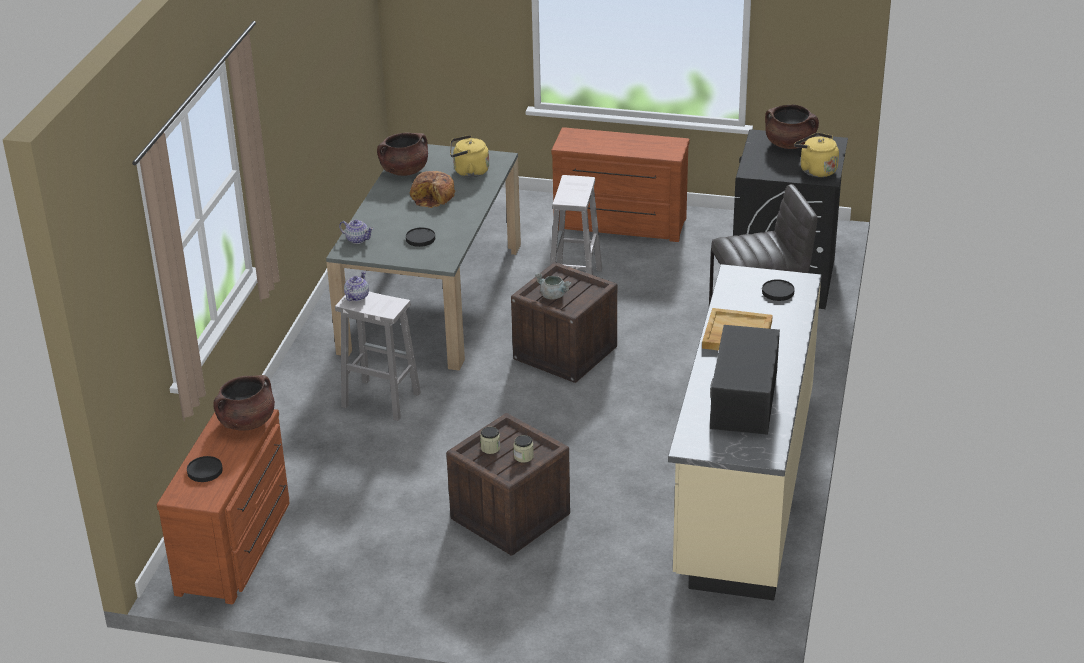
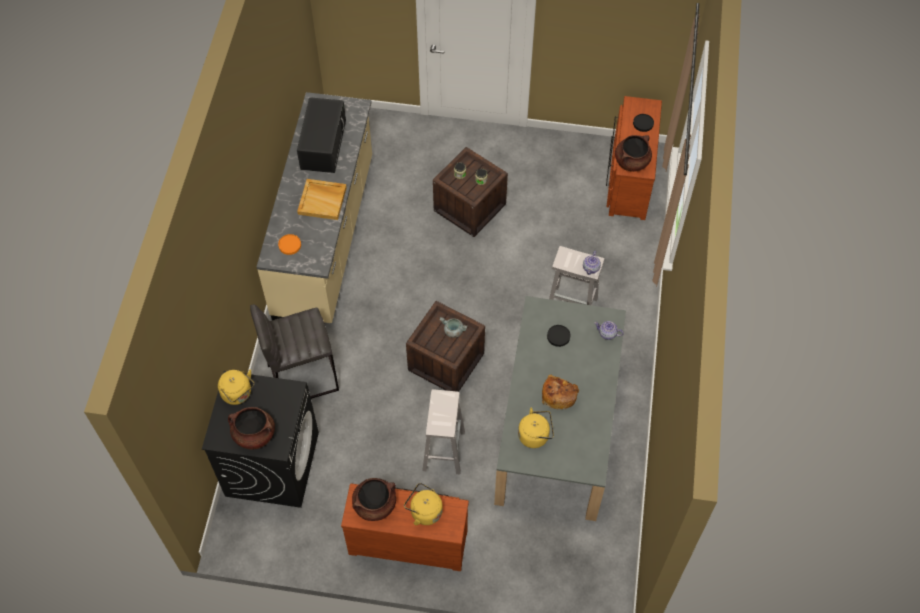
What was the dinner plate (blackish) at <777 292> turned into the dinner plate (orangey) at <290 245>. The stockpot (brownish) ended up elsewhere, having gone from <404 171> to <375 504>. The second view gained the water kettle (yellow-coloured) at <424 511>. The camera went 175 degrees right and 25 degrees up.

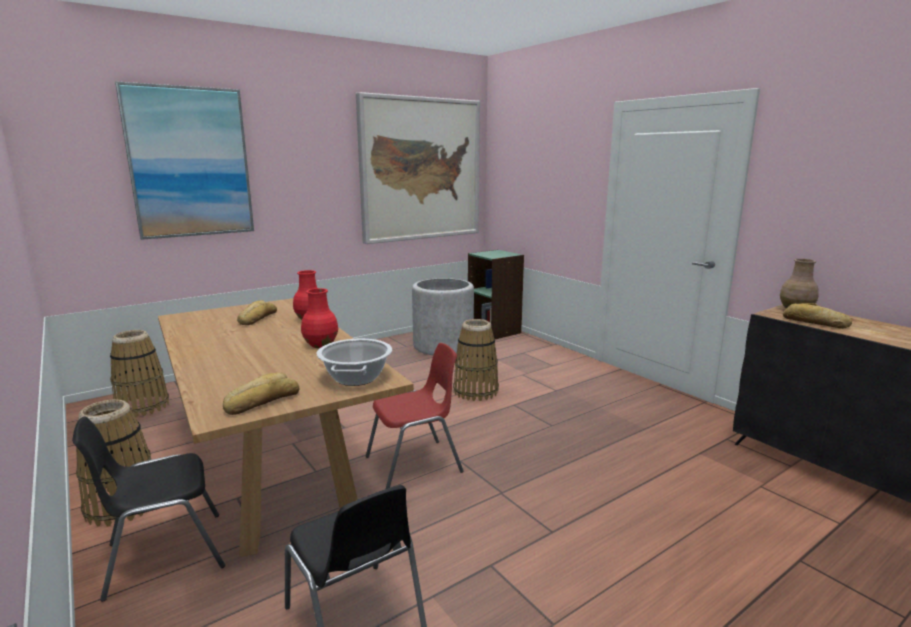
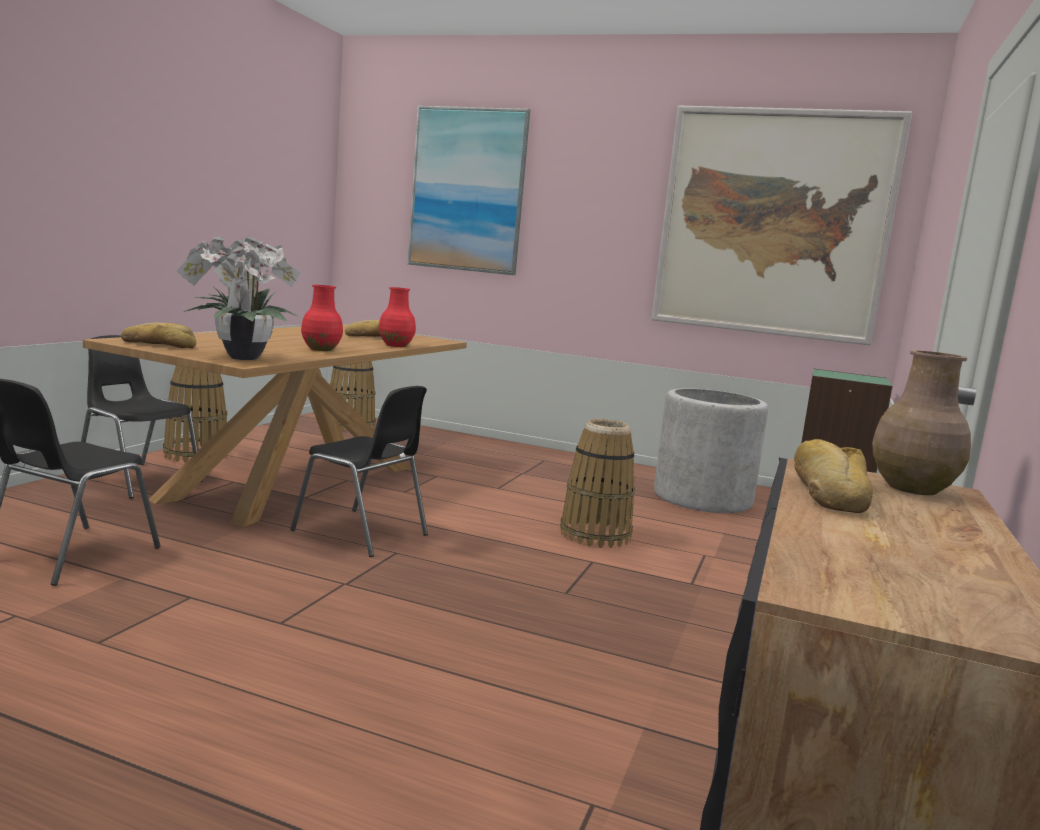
Where the stockpot stood at <356 378>, the potted plant came to stand at <239 357>. What was the upright chair (red) at <415 465> turned into the upright chair (blackish) at <362 533>. The camera went 55 degrees right and 5 degrees down.

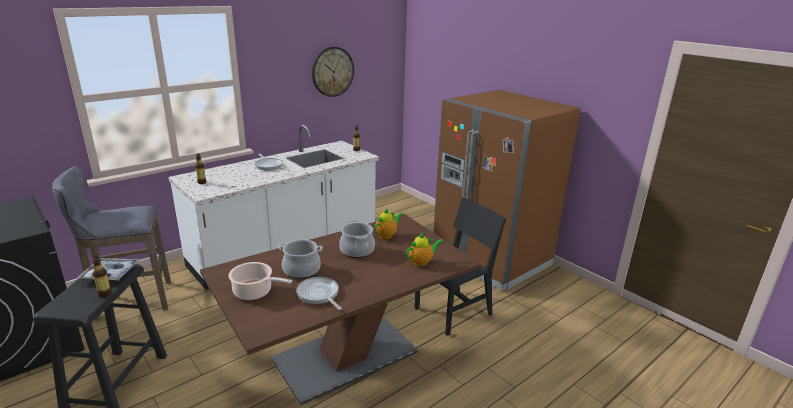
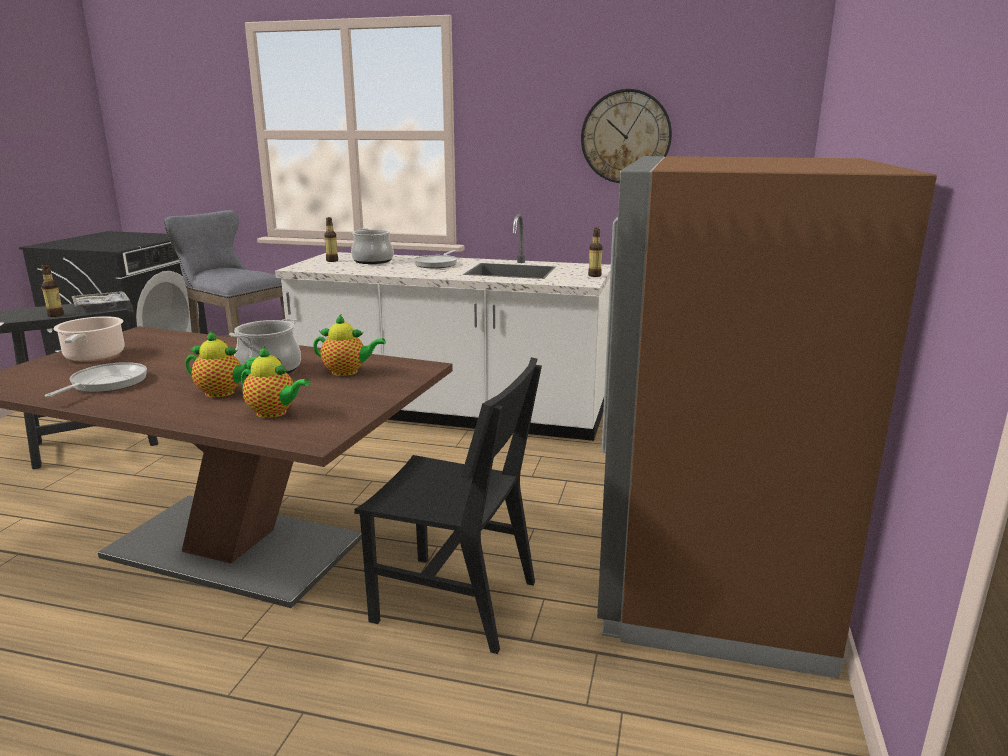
The second view gained the pot for tea at <223 393>. The stockpot ended up elsewhere, having gone from <301 270> to <373 261>. The camera went 55 degrees right and 5 degrees down.

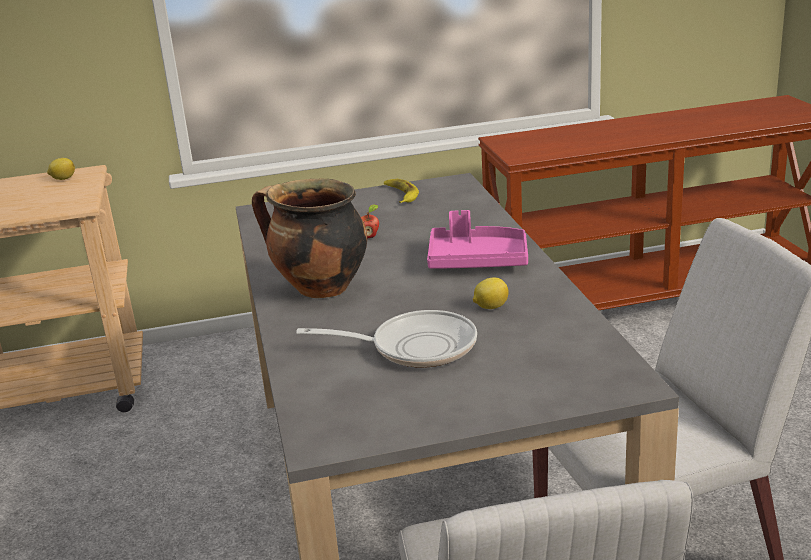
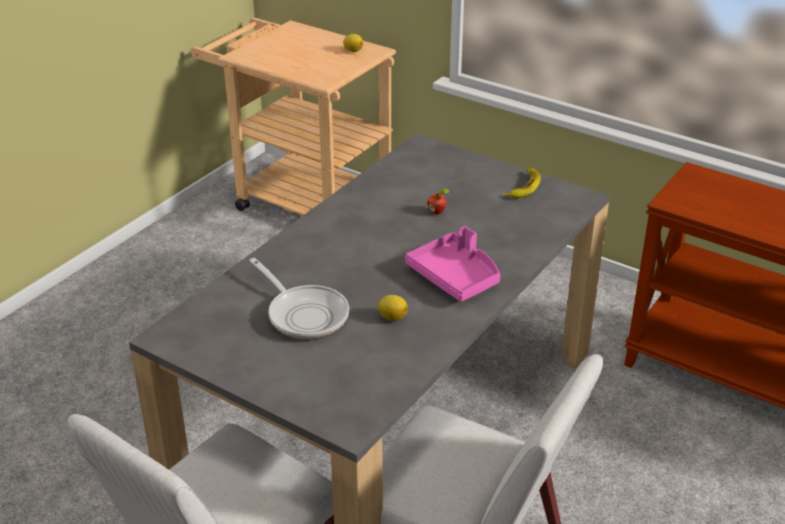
The second view lost the stockpot at <319 289>. The camera went 45 degrees right and 10 degrees up.

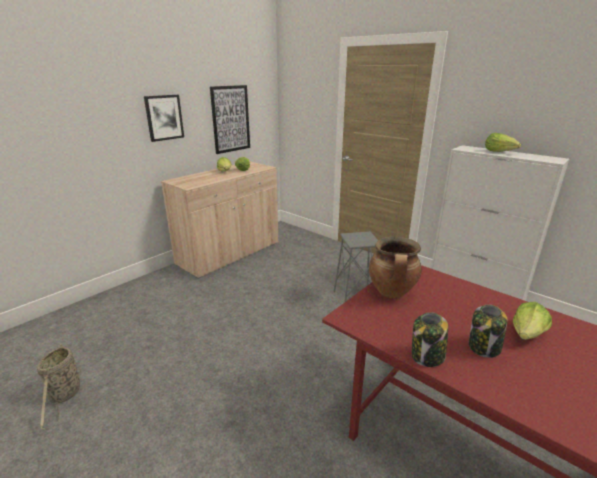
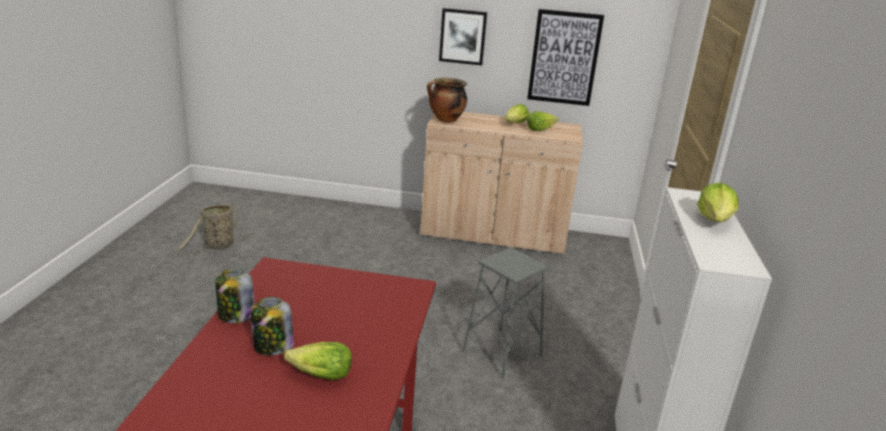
The stockpot ended up elsewhere, having gone from <392 293> to <445 120>. The camera went 55 degrees right and 0 degrees up.

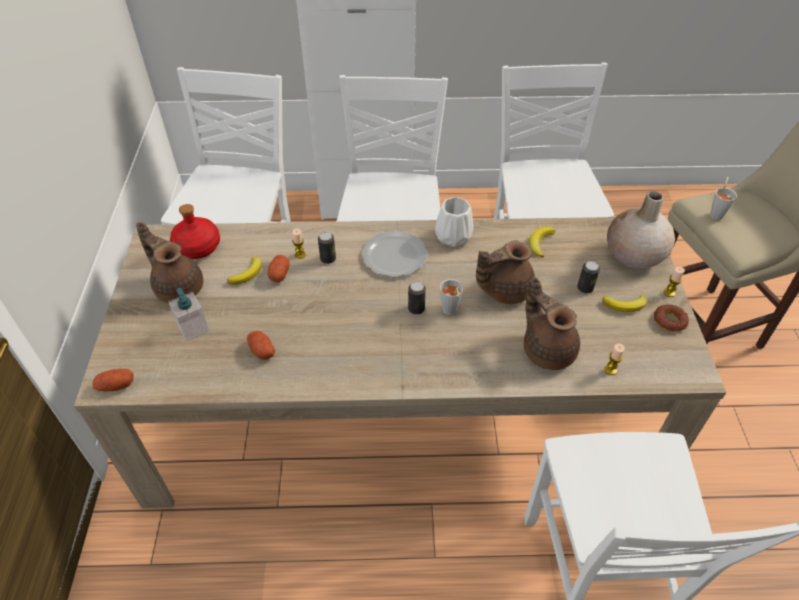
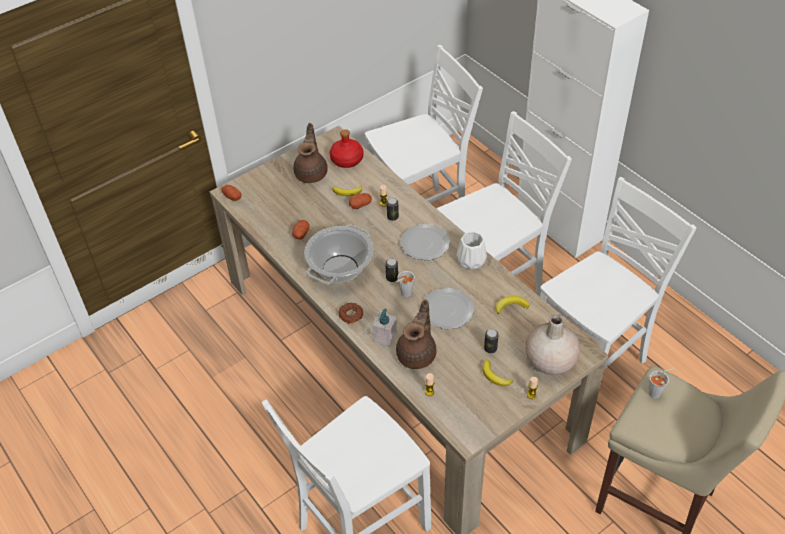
The second view gained the stockpot at <340 268>. The donut ended up elsewhere, having gone from <669 321> to <351 315>. The soap bottle ended up elsewhere, having gone from <193 328> to <385 337>. Where the pot for tea (brownish) stood at <503 290>, the dinner plate came to stand at <447 309>. The camera went 55 degrees right and 0 degrees up.

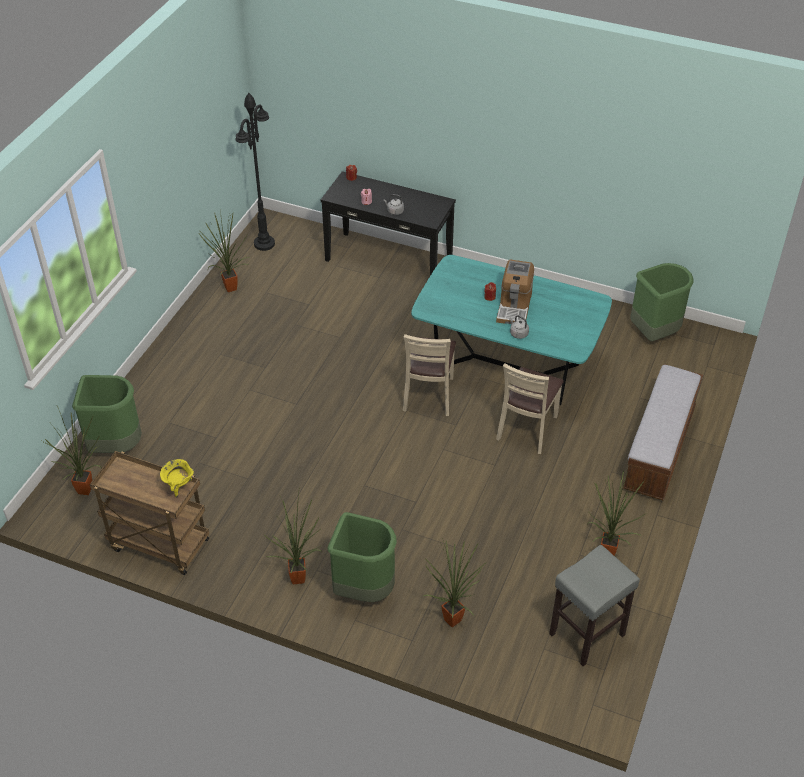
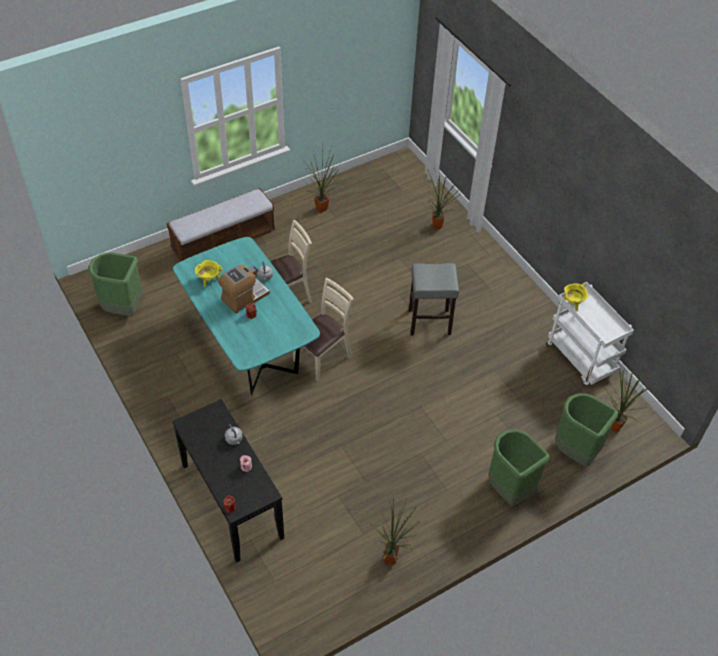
The second view gained the stockpot (yellow-coloured) at <209 280>. The stool (gray) ended up elsewhere, having gone from <586 635> to <430 322>. The rubbish bin (green) ended up elsewhere, having gone from <363 589> to <509 489>. What was the cart (brownish) at <158 545> turned into the cart (white-coloured) at <581 359>. The second view lost the floor lamp (blackish) at <264 243>. The second view lost the potted plant at <301 579>. The camera went 145 degrees left and 5 degrees up.

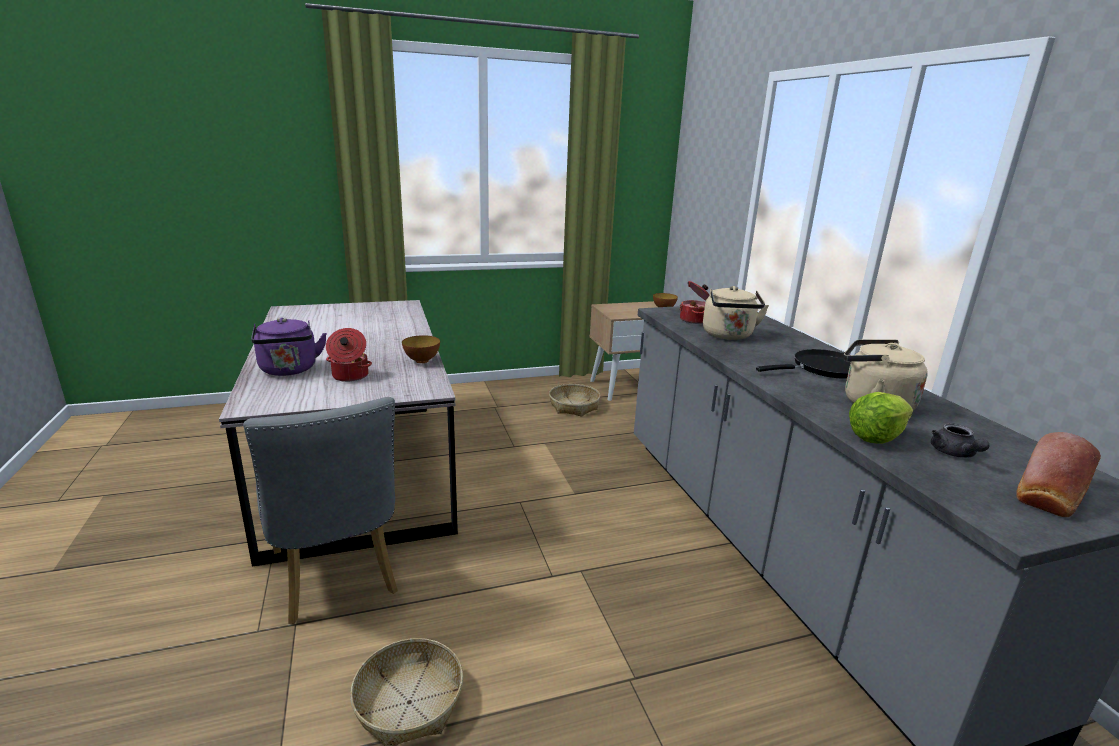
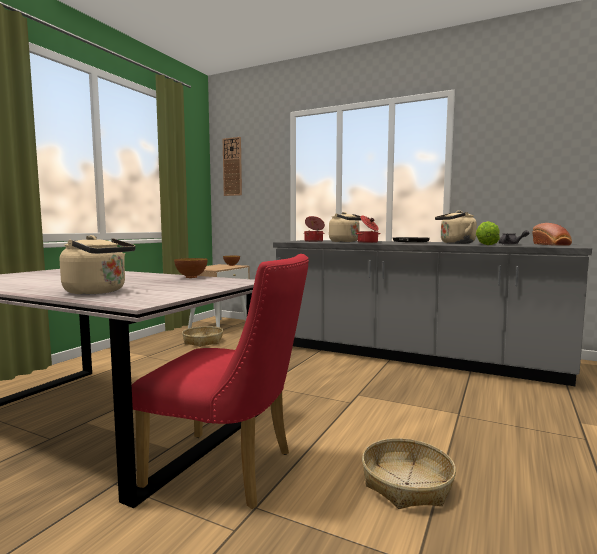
What was the water kettle (purplish) at <289 370> turned into the water kettle (sand-coloured) at <99 292>. What was the upright chair (gray) at <337 579> turned into the upright chair (red) at <230 471>. The second view gained the hanging clock at <232 167>. The stockpot ended up elsewhere, having gone from <349 376> to <368 242>. The camera went 45 degrees left and 15 degrees down.

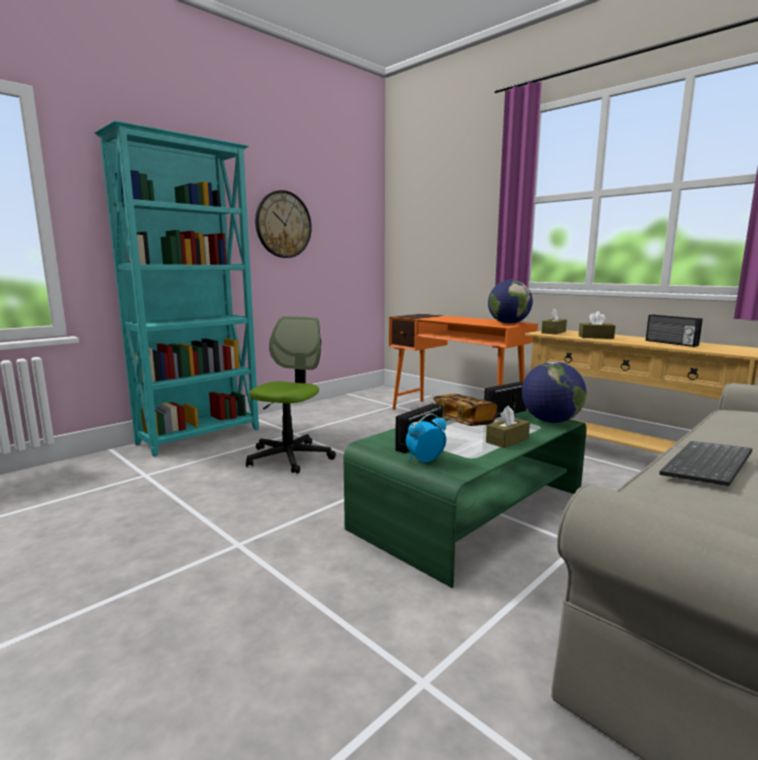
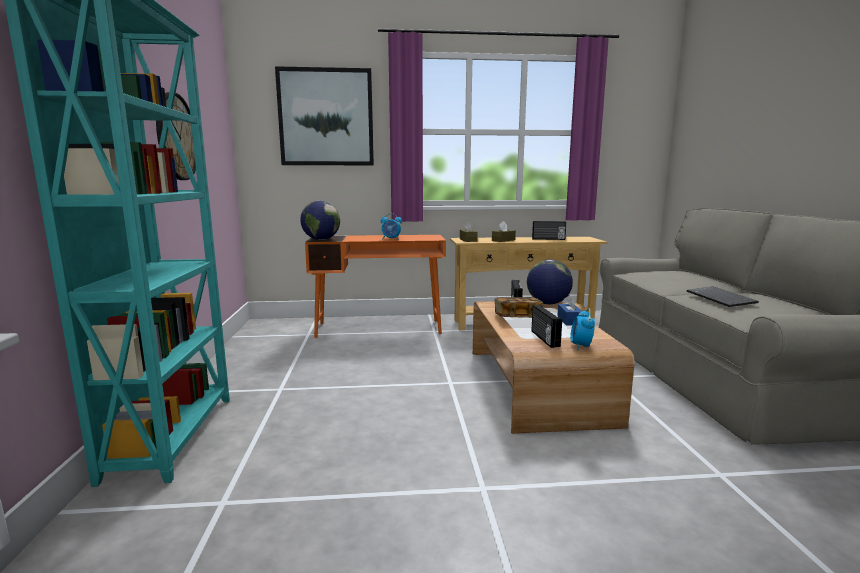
The second view gained the picture at <326 117>. The globe ended up elsewhere, having gone from <508 323> to <321 239>. The second view gained the alarm clock at <391 239>. What was the lounge table (green) at <471 510> turned into the lounge table (brownish) at <536 384>. What was the box of tissues (brownish) at <507 440> turned into the box of tissues (blue) at <569 320>. The second view lost the desk chair at <289 457>. The camera went 50 degrees left and 0 degrees up.

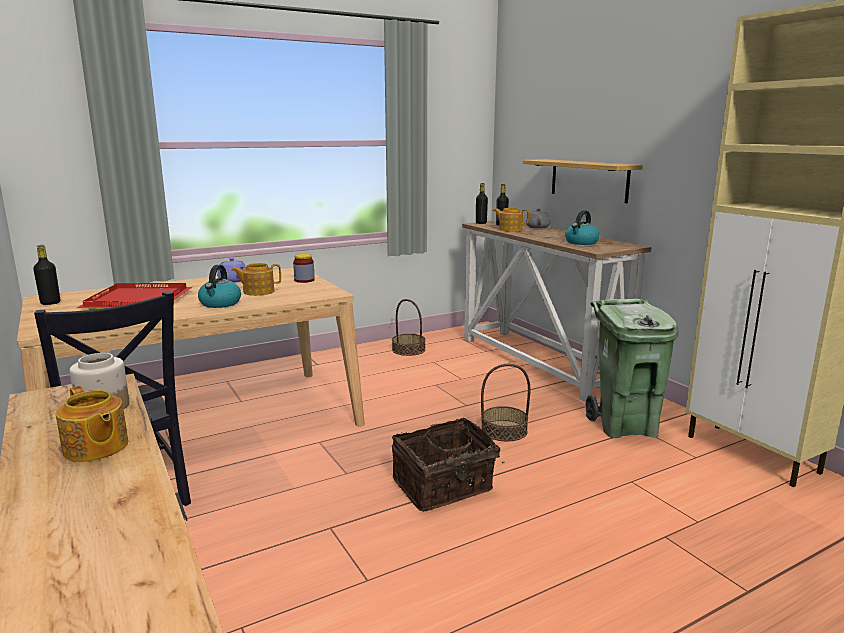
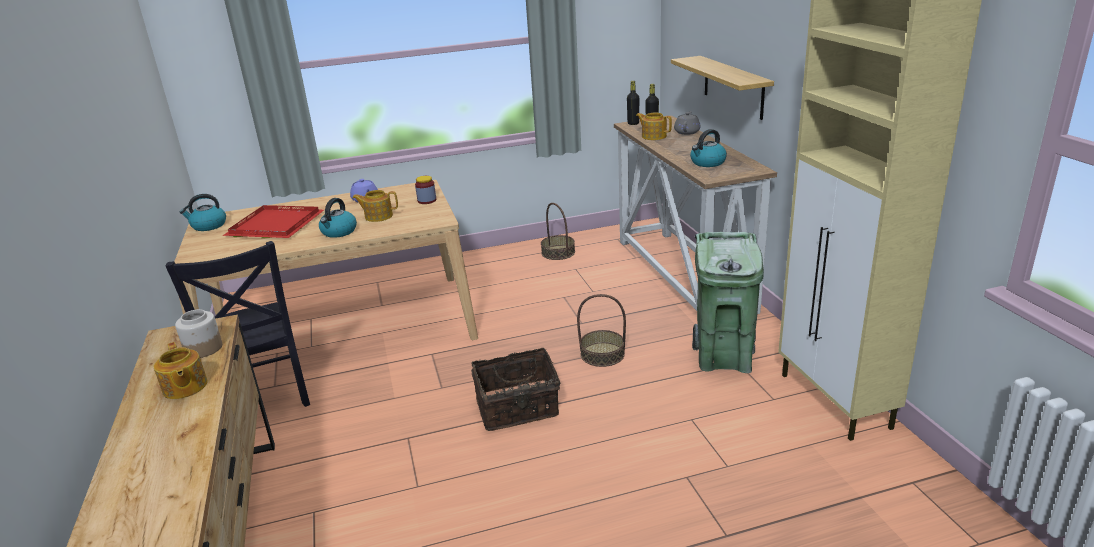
Where the beverage bottle (blackish) stood at <50 303>, the water kettle came to stand at <208 226>. The camera went 15 degrees right and 10 degrees up.

